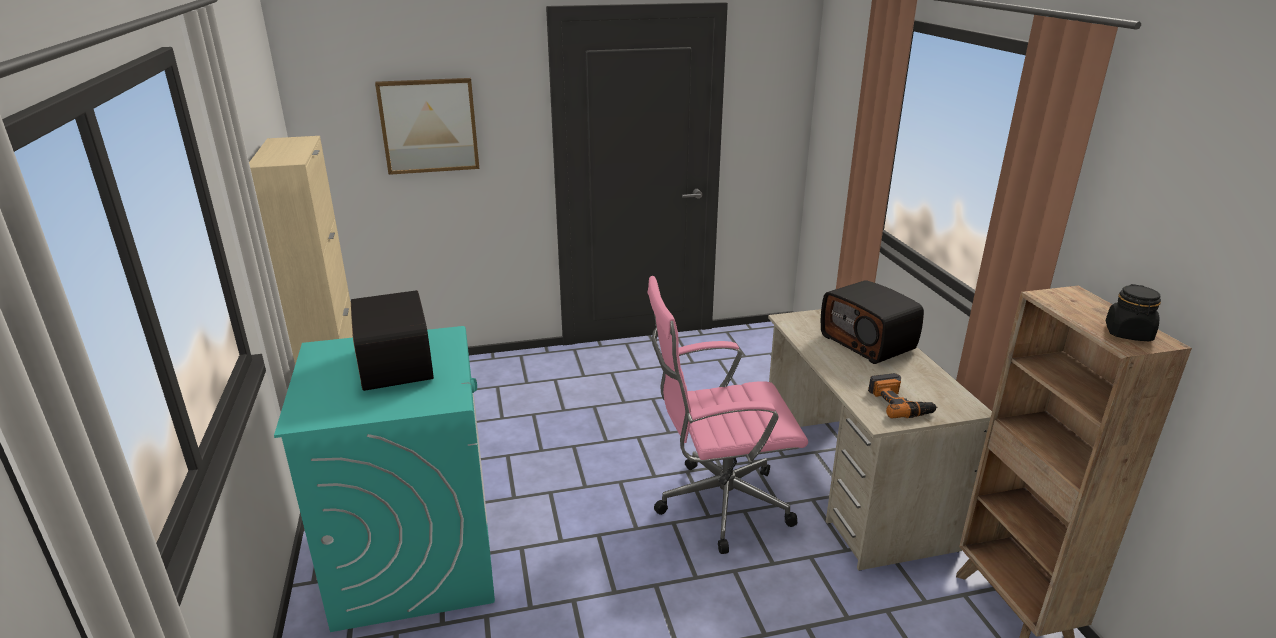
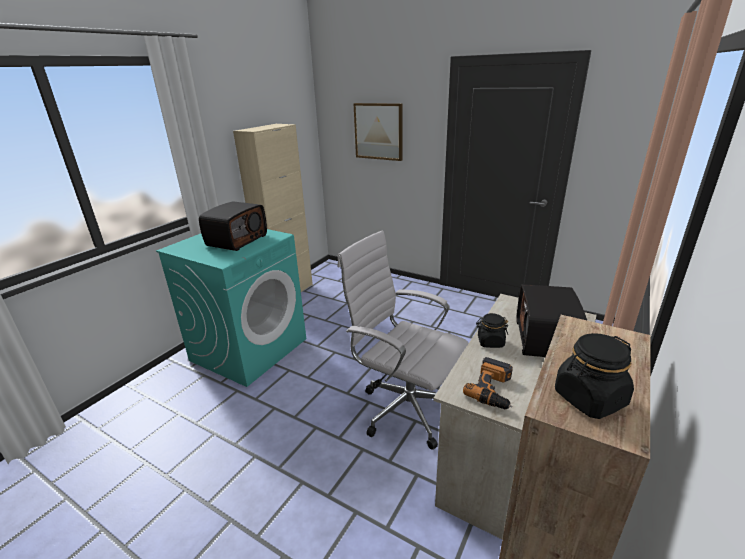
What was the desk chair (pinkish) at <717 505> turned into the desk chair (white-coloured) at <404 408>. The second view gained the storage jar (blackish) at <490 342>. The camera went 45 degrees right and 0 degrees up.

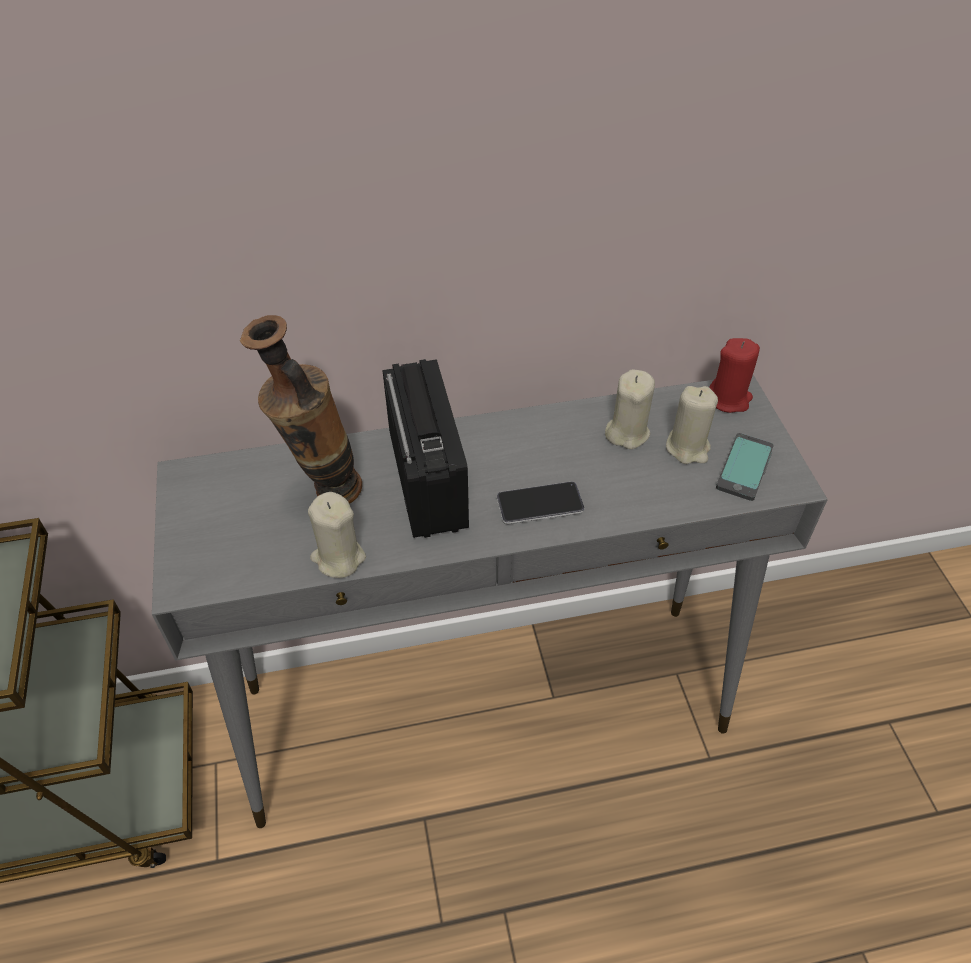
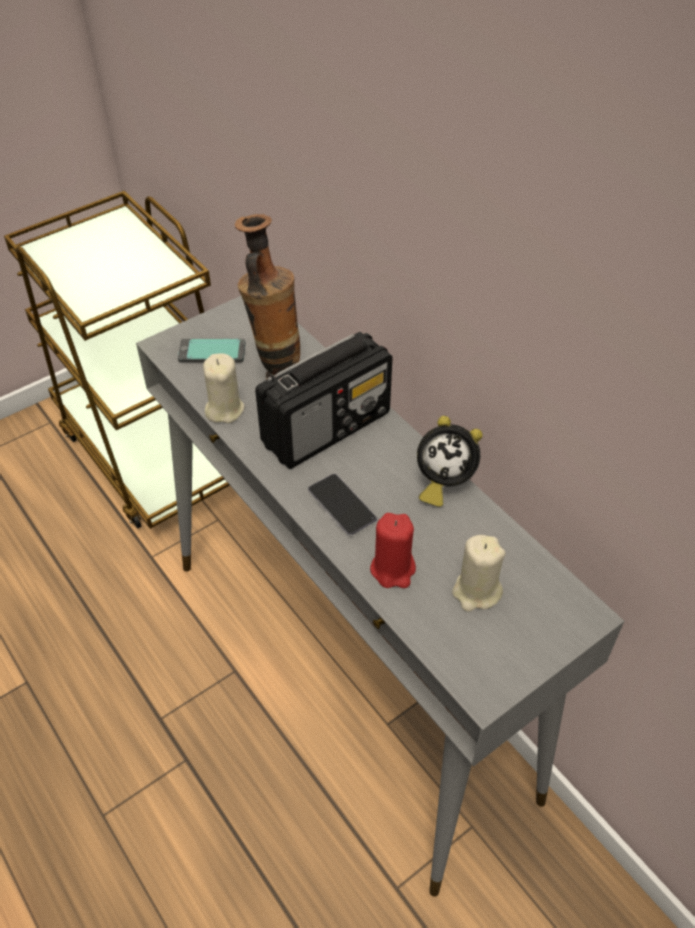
The phone ended up elsewhere, having gone from <745 468> to <212 352>. The candle (red) ended up elsewhere, having gone from <728 399> to <393 569>. The second view gained the alarm clock at <442 482>. The second view lost the candle (sand-coloured) at <627 432>. The camera went 65 degrees right and 0 degrees up.

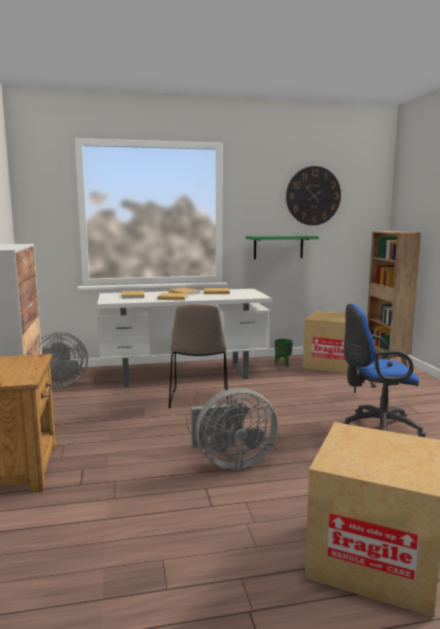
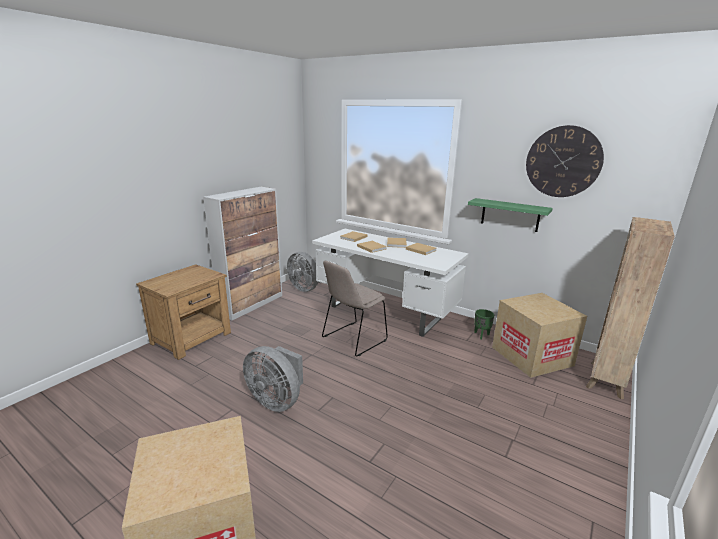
The second view lost the desk chair (blue) at <376 428>. The camera went 45 degrees right and 10 degrees up.

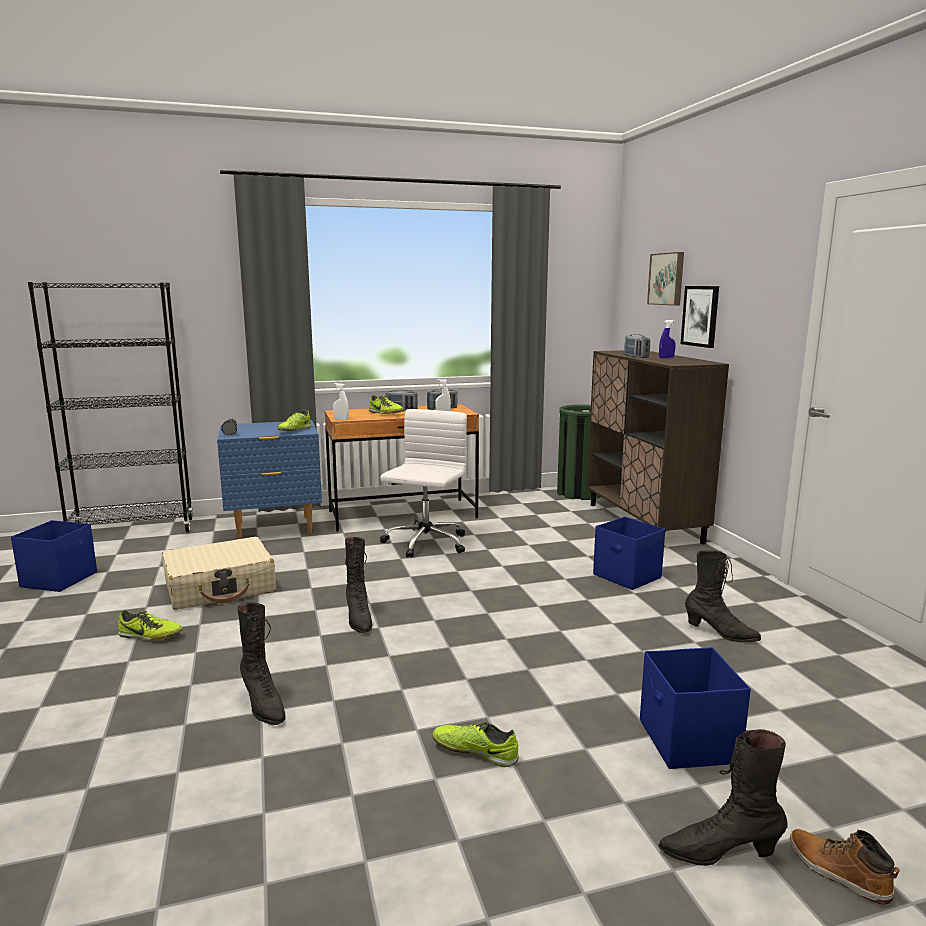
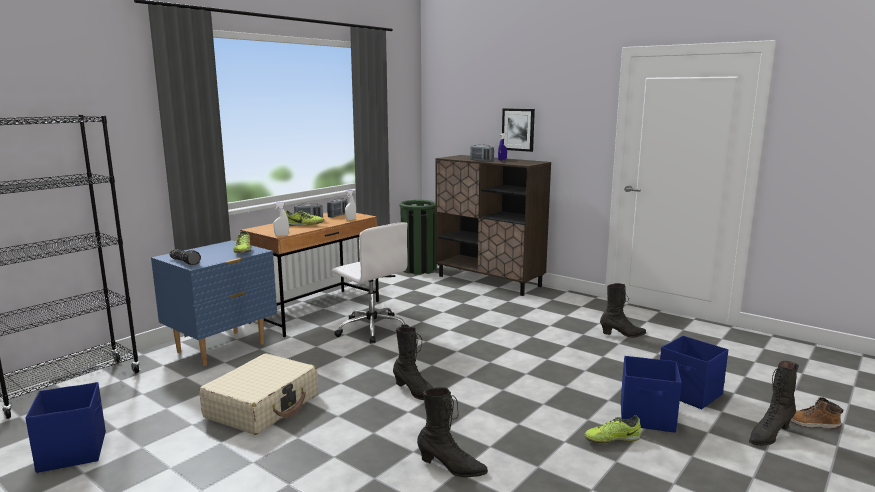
The desk chair (white-coloured) at <425 543> ended up facing another way, 150 degrees clockwise from before. The storage bin (blue) ended up elsewhere, having gone from <627 576> to <648 417>. The second view lost the item of footwear at <150 636>. The second view lost the picture at <667 279>. The camera went 35 degrees left and 0 degrees up.

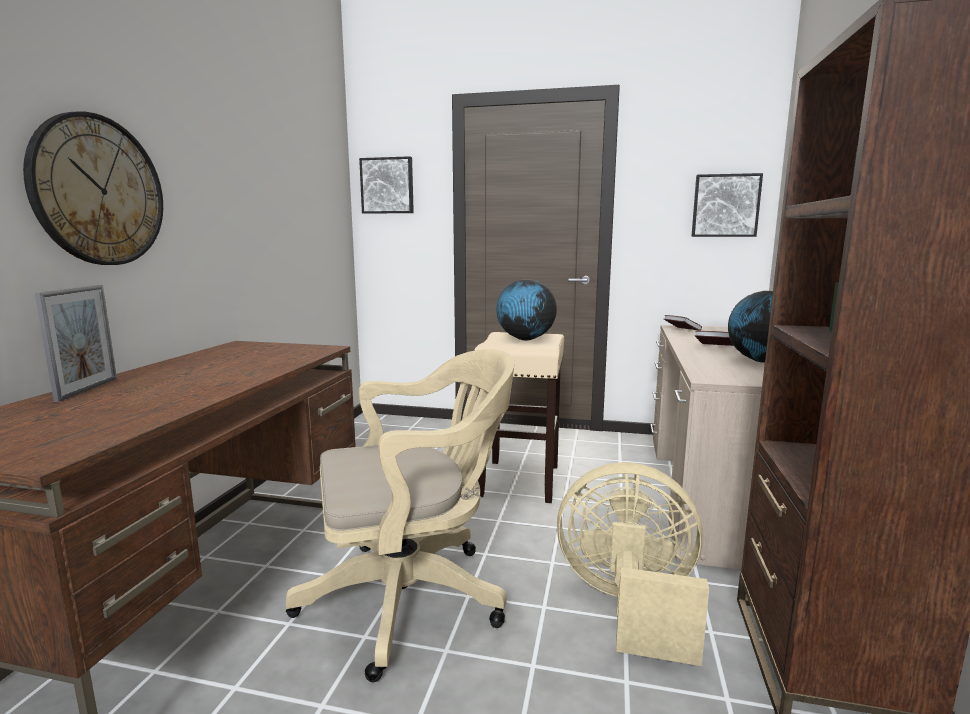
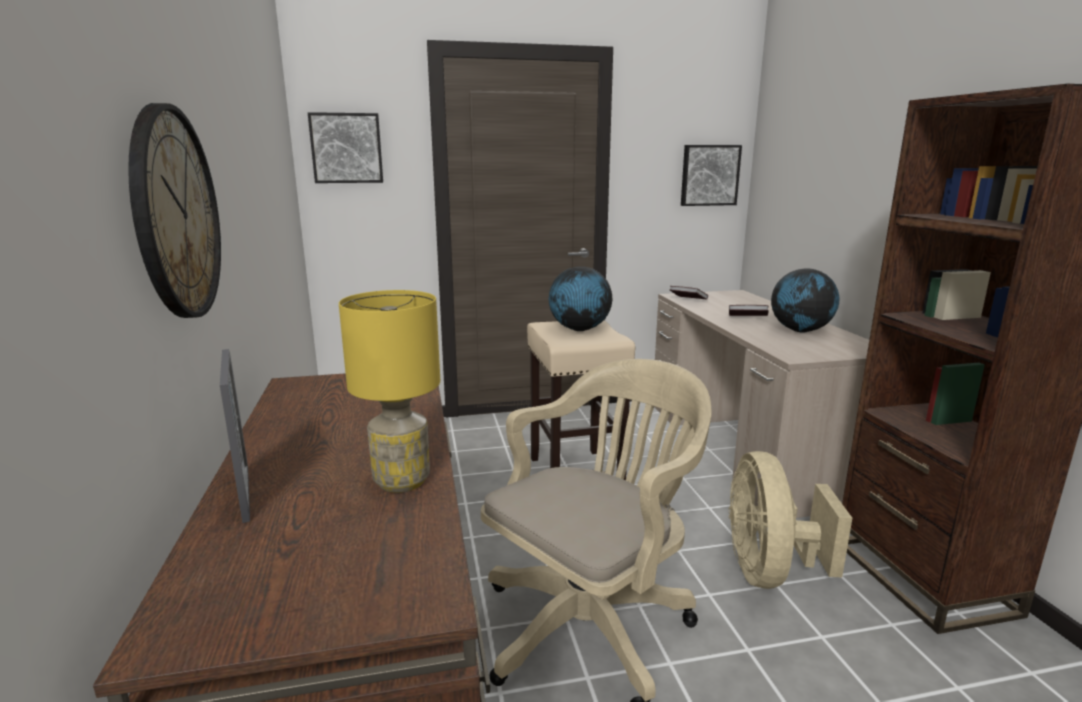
The second view gained the table lamp (yellow-coloured) at <400 481>. The cooling fan (sand-coloured) at <629 605> ended up facing another way, 75 degrees counterclockwise from before. The camera went 25 degrees left and 5 degrees up.

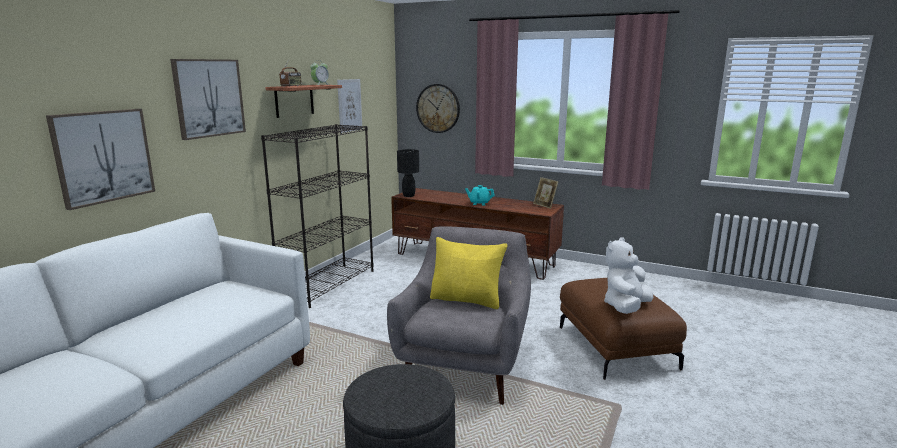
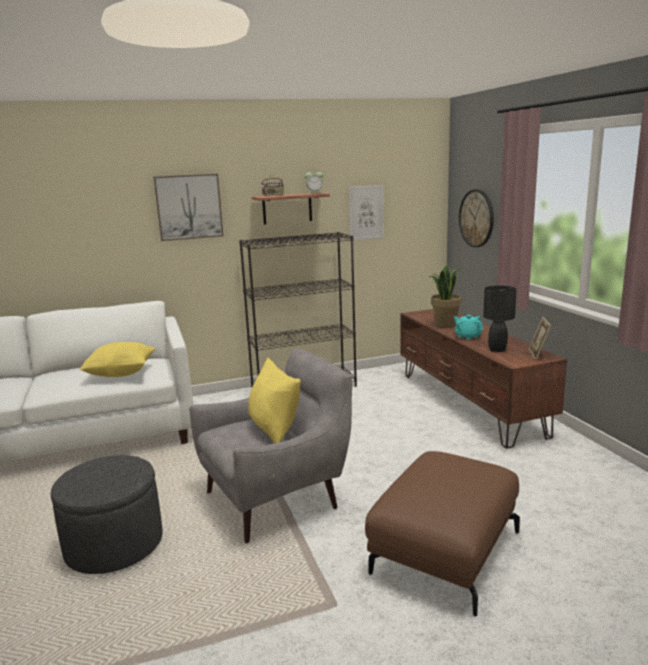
The second view gained the throw pillow (yellow-coloured) at <121 373>. The second view gained the potted plant at <445 324>. The table lamp (blackish) ended up elsewhere, having gone from <408 196> to <497 349>. The second view lost the picture at <103 156>. The second view lost the soft toy (white-coloured) at <625 307>. The camera went 45 degrees right and 0 degrees up.

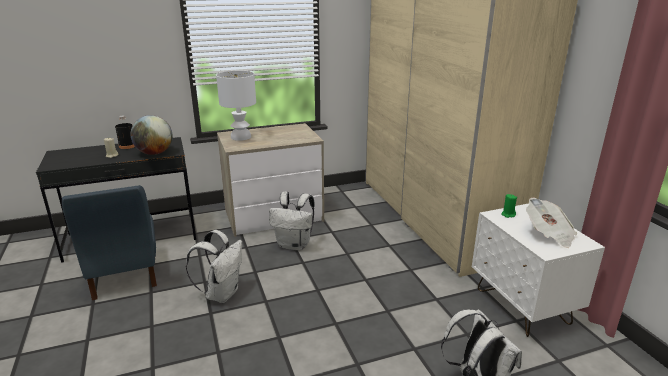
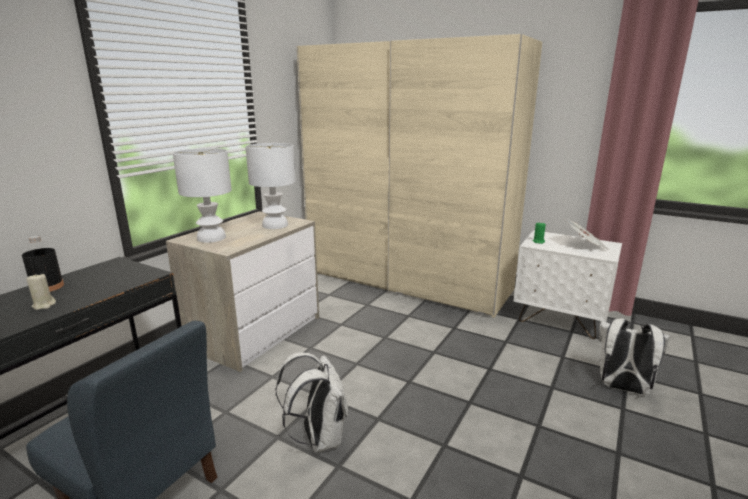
The second view gained the table lamp (white-coloured) at <276 225>. The second view lost the globe at <155 153>. The second view lost the rucksack (white-coloured) at <294 245>. The camera went 40 degrees left and 5 degrees down.

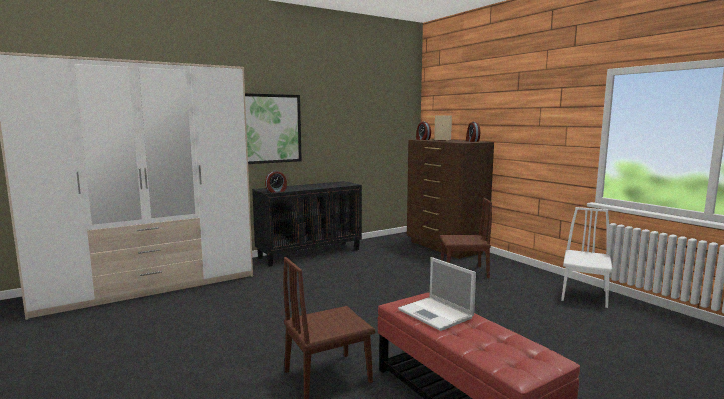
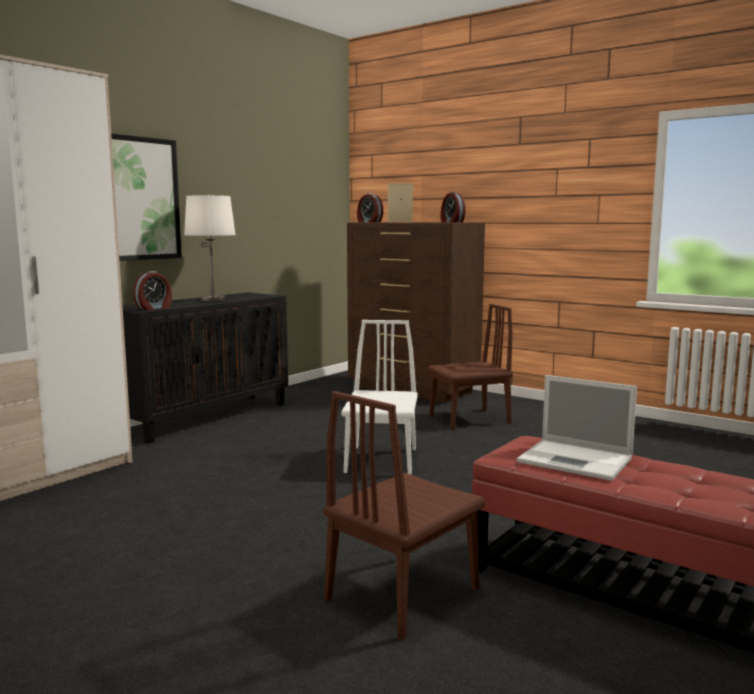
The second view gained the table lamp (white-coloured) at <213 300>. The upright chair (white-coloured) ended up elsewhere, having gone from <584 295> to <381 460>. The camera went 20 degrees left and 0 degrees up.

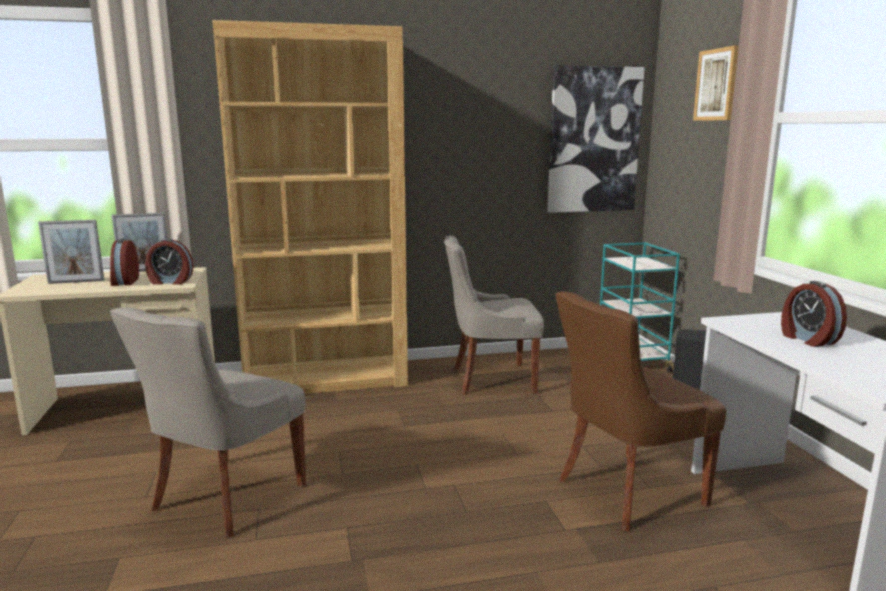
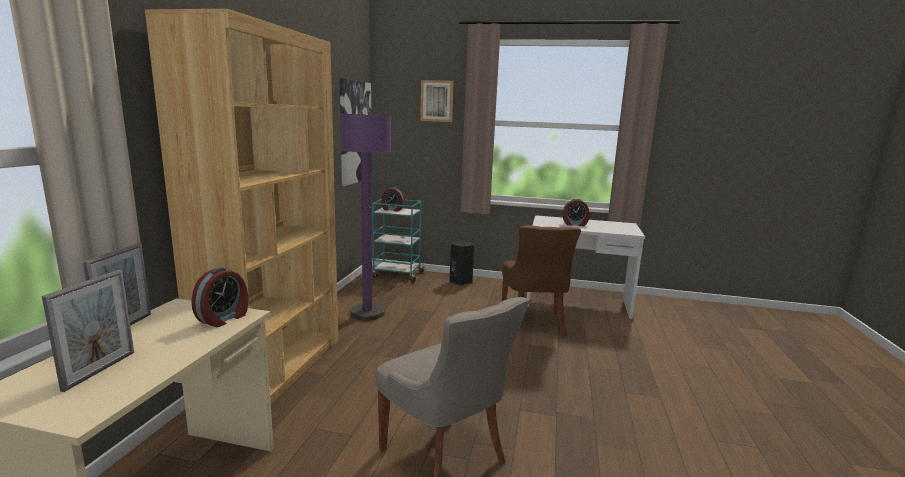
Where the upright chair (gray) stood at <491 379>, the floor lamp (purplish) came to stand at <367 313>. The alarm clock ended up elsewhere, having gone from <124 282> to <392 209>. The camera went 65 degrees left and 0 degrees up.

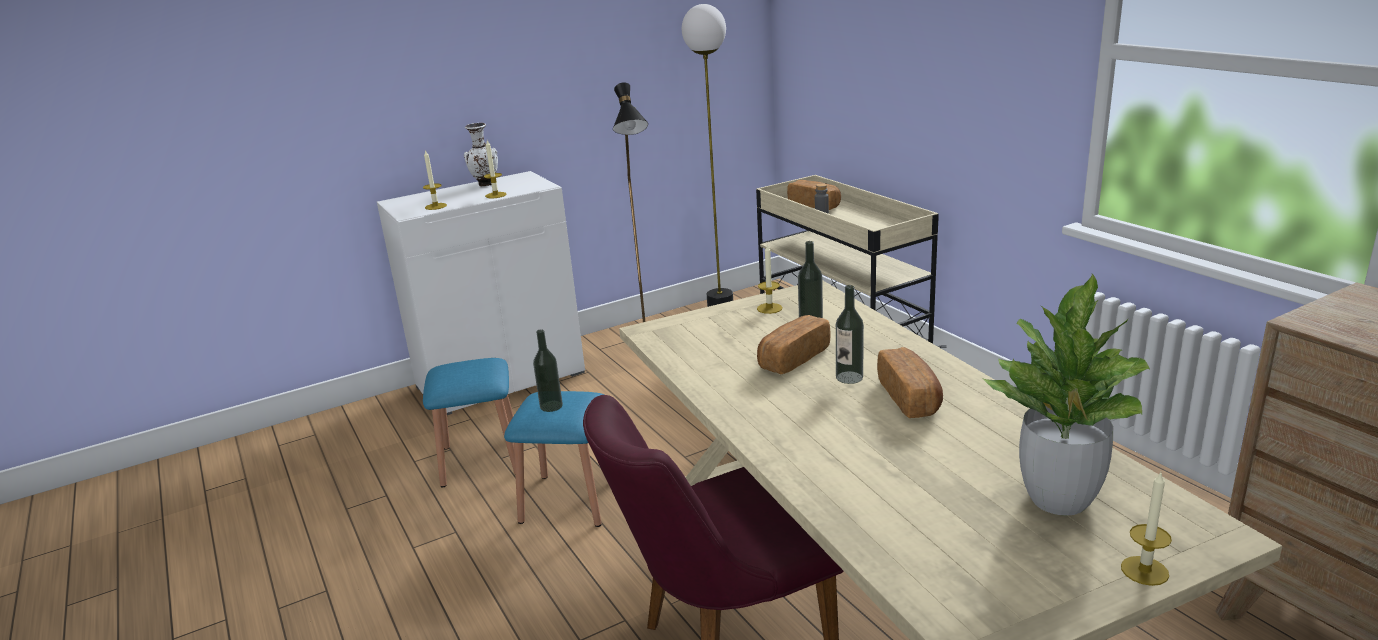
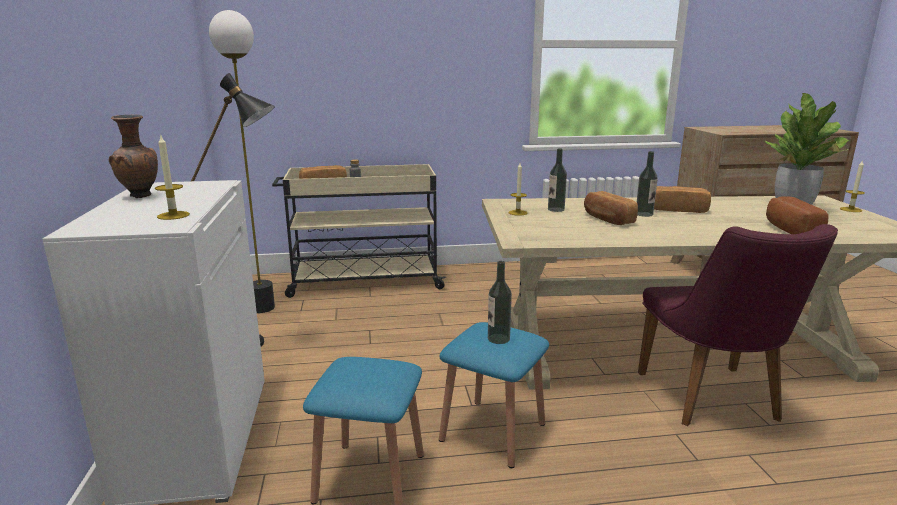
What was the decorative vase (white-coloured) at <485 185> turned into the decorative vase (brownish) at <140 196>. The second view gained the bread at <788 230>. The second view lost the candle at <495 195>. The camera went 70 degrees left and 5 degrees down.

